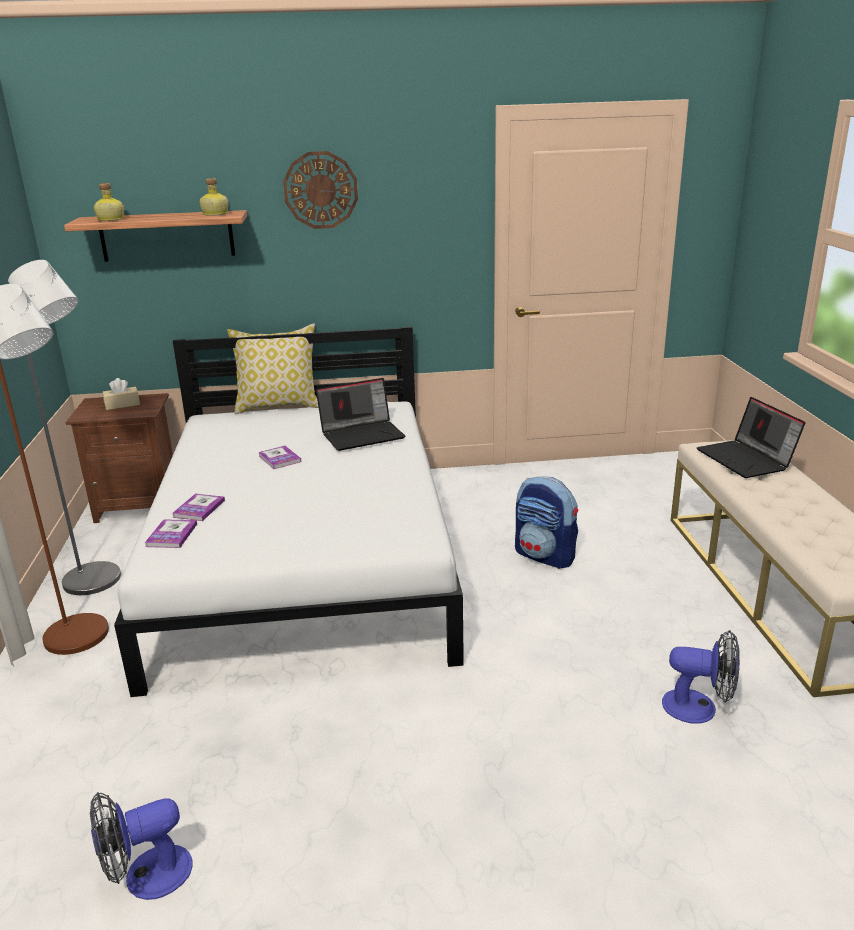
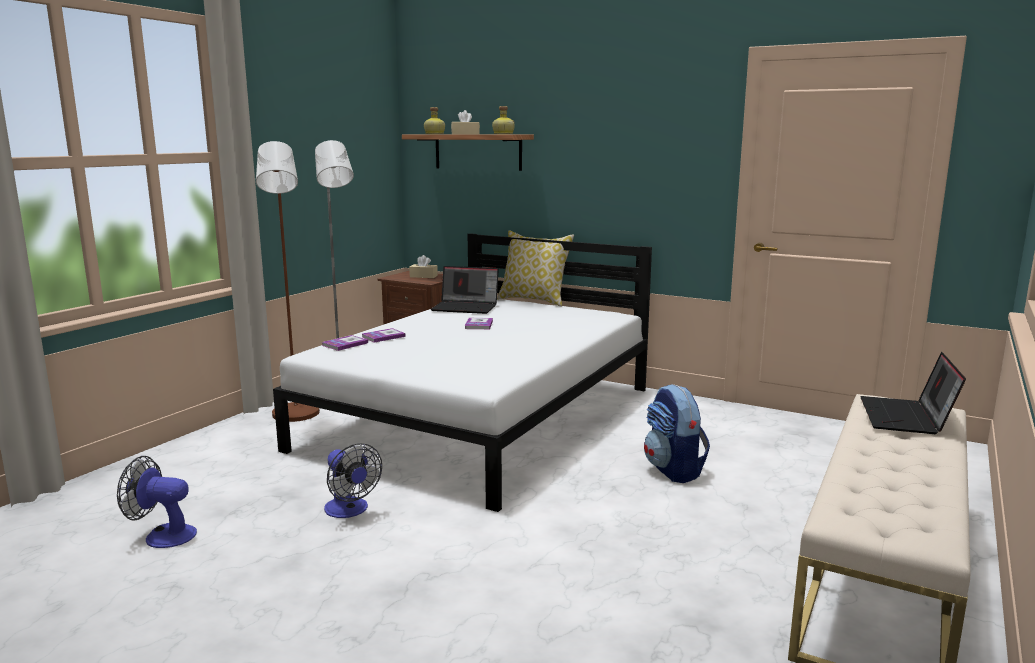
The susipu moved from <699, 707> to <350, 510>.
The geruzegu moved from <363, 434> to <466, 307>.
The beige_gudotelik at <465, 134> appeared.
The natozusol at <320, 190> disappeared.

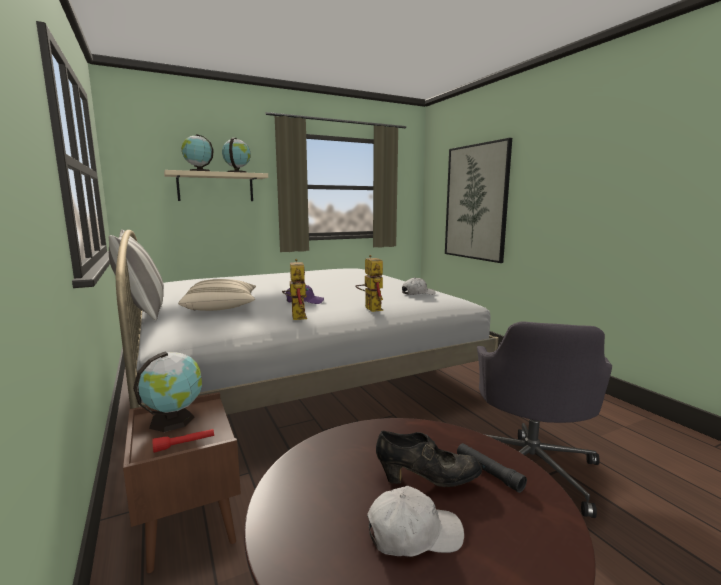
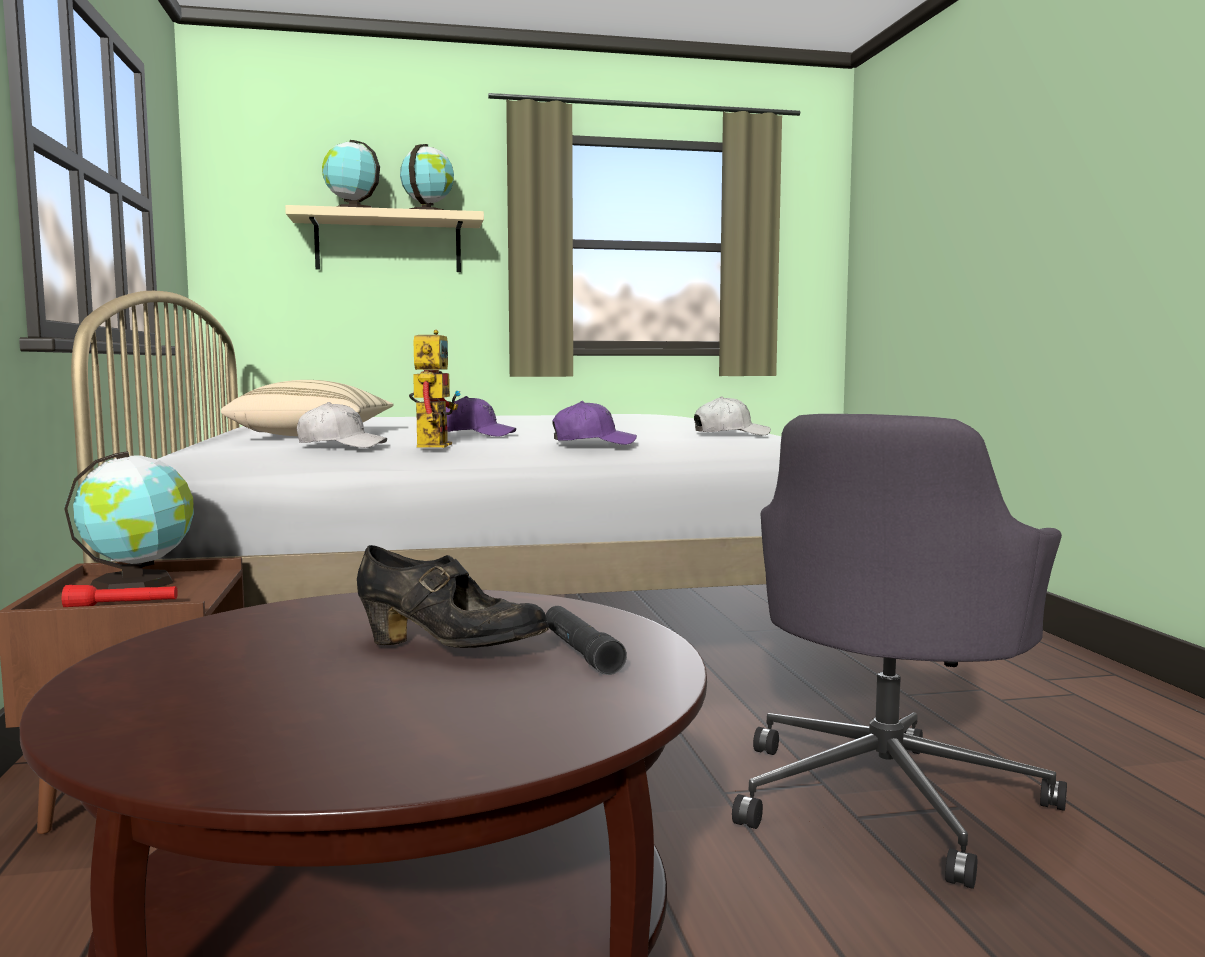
The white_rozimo moved from <413, 534> to <341, 445>.
The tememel at <370, 308> was replaced by the purple_rozimo at <593, 442>.
The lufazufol at <142, 312> disappeared.
The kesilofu at <476, 202> disappeared.

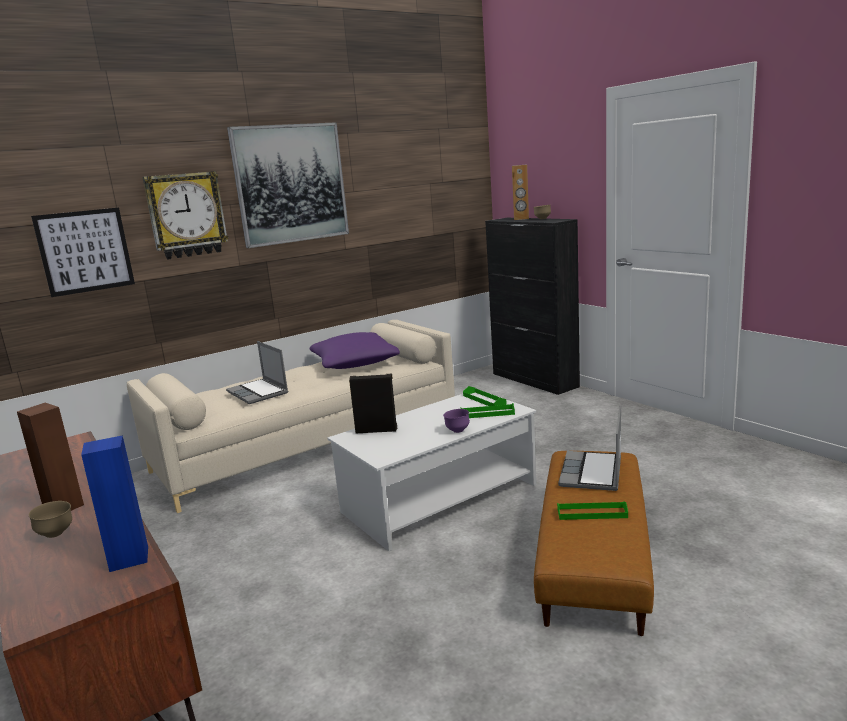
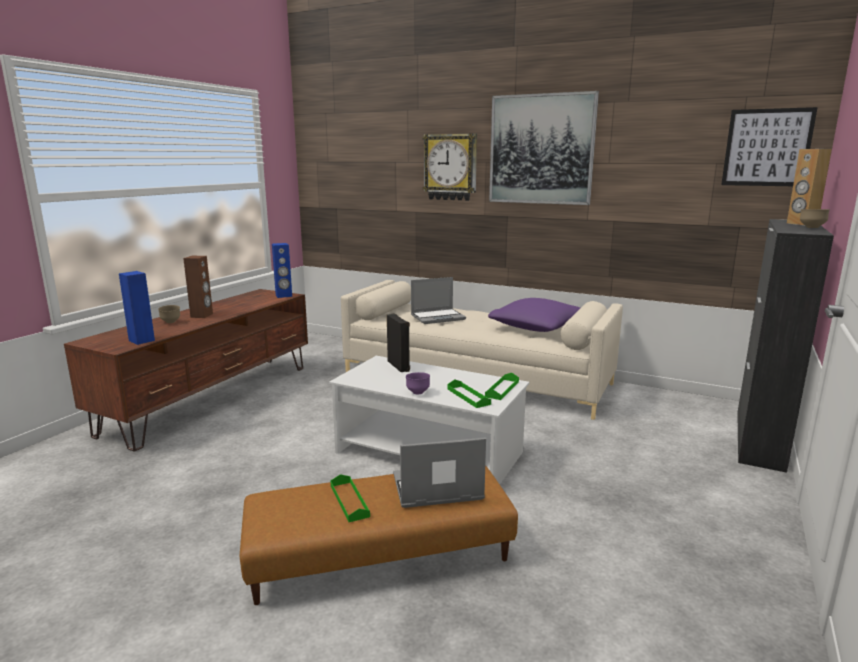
The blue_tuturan at <284, 295> appeared.
The geruzegu at <258, 392> turned 135 degrees counterclockwise.
The kesilofu moved from <85, 251> to <767, 147>.

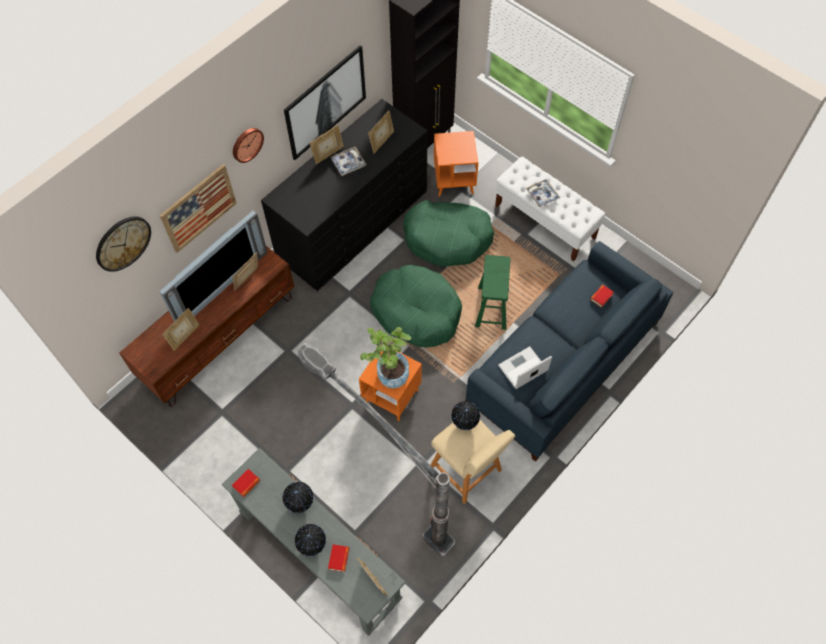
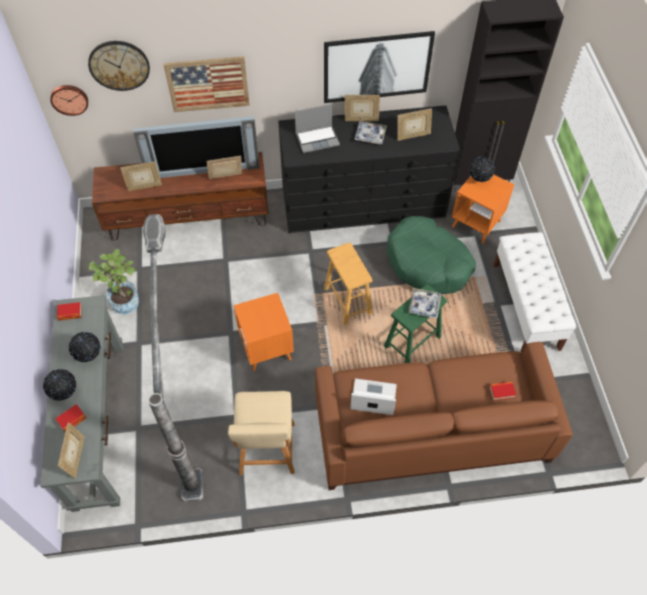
The natozusol moved from <246, 144> to <69, 99>.
The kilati moved from <389, 372> to <124, 299>.
The geruzegu at <317, 139> appeared.
The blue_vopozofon at <562, 362> became the brown_vopozofon at <430, 428>.
The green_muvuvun at <416, 312> was replaced by the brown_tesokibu at <348, 300>.
The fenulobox moved from <542, 195> to <424, 305>.
The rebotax moved from <464, 422> to <479, 180>.

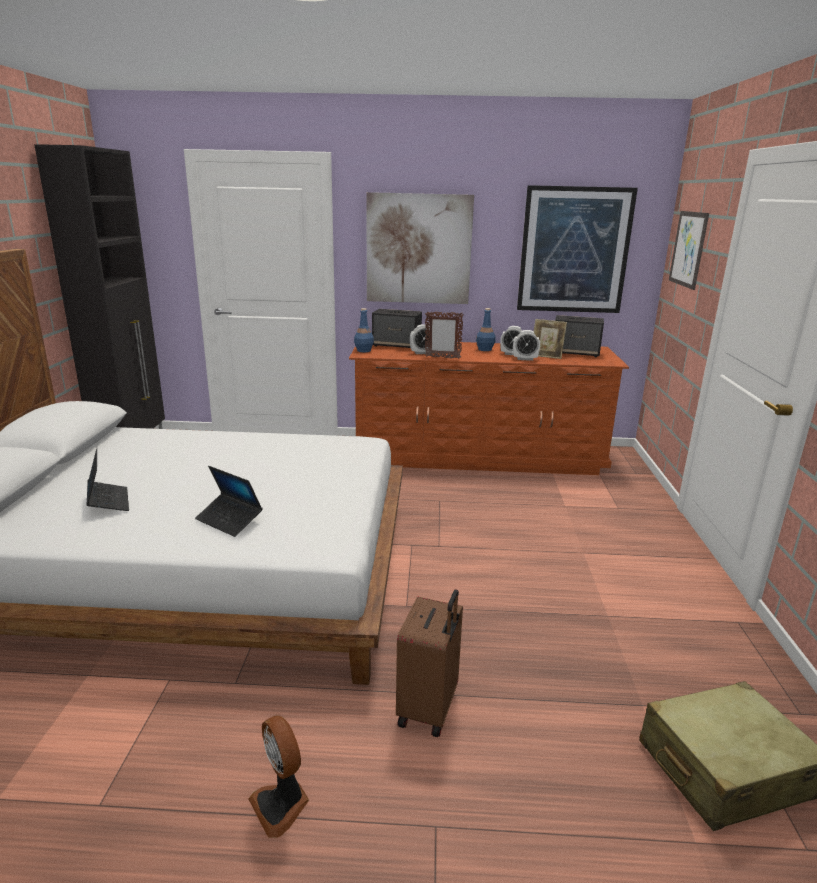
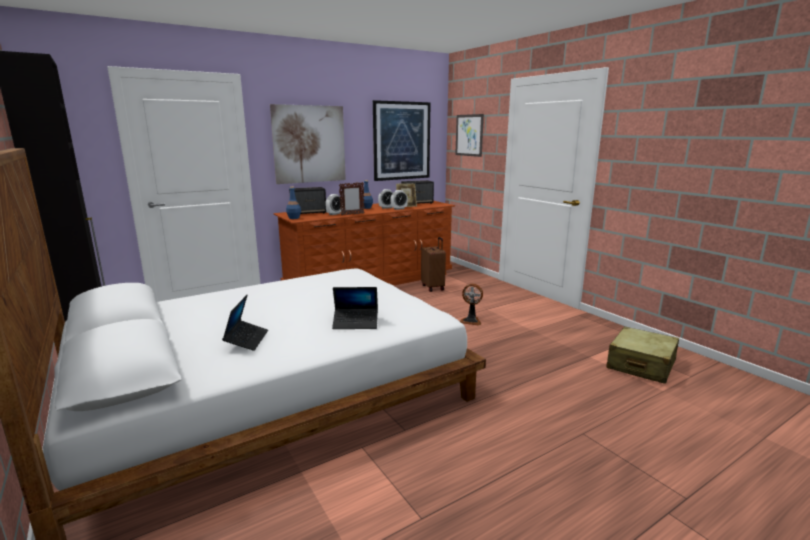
The geruzegu at <108, 502> turned 60 degrees clockwise.
The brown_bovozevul moved from <429, 709> to <433, 287>.
The susipu moved from <281, 805> to <471, 321>.

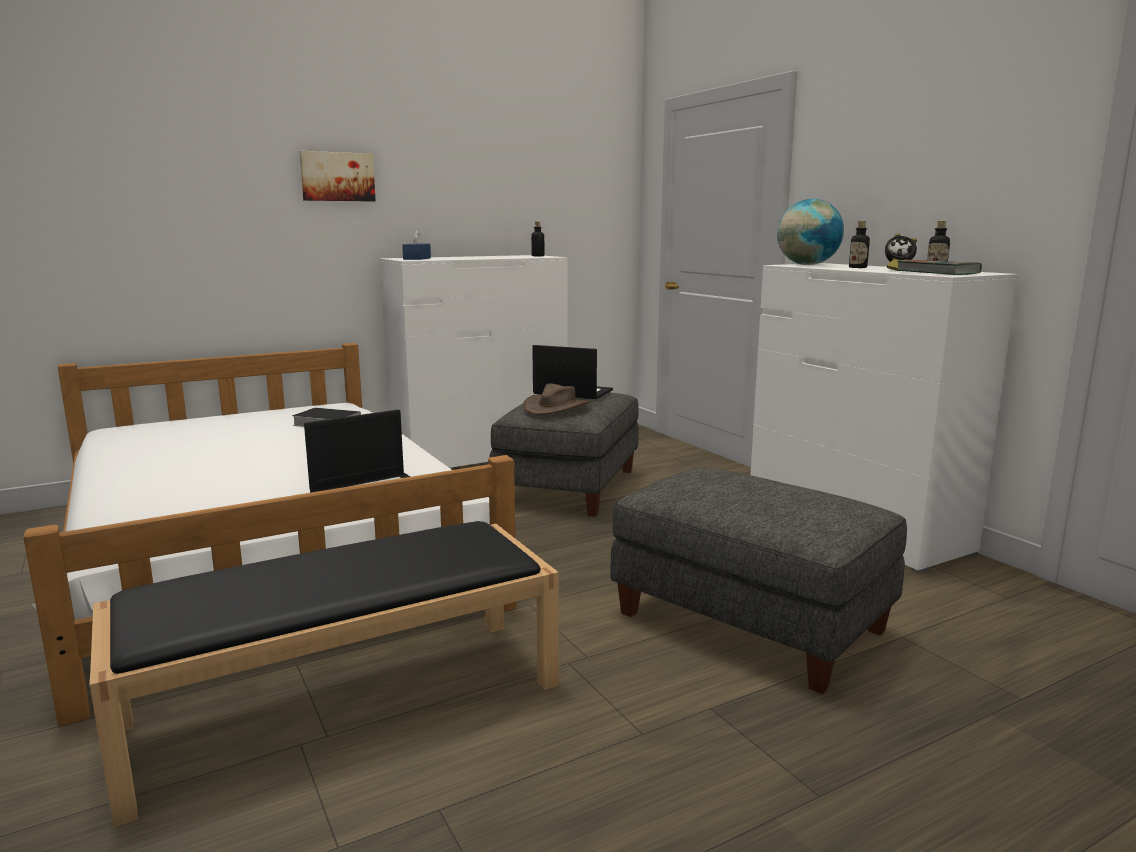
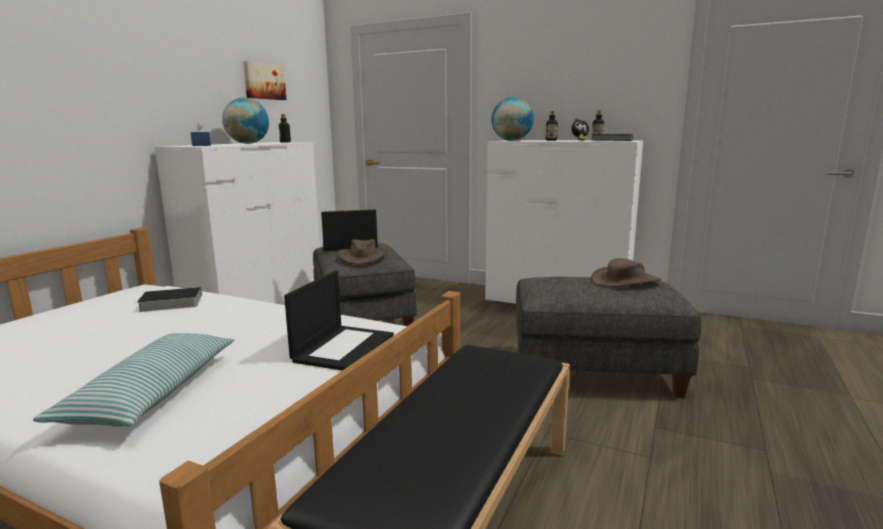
The lufazufol at <153, 393> appeared.
The rebotax at <248, 143> appeared.
The kesilofu moved from <337, 177> to <264, 81>.
The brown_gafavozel at <625, 281> appeared.

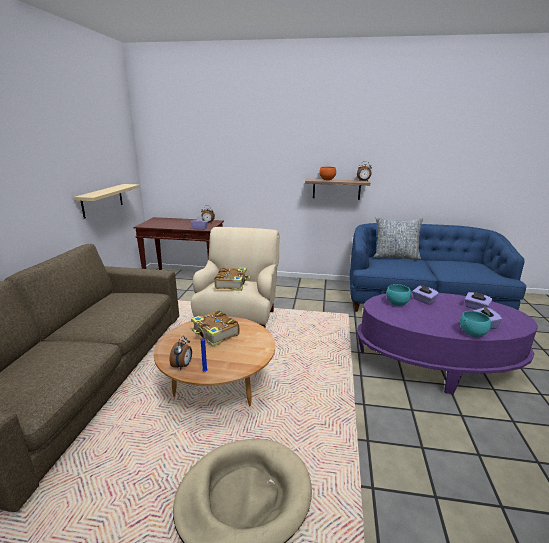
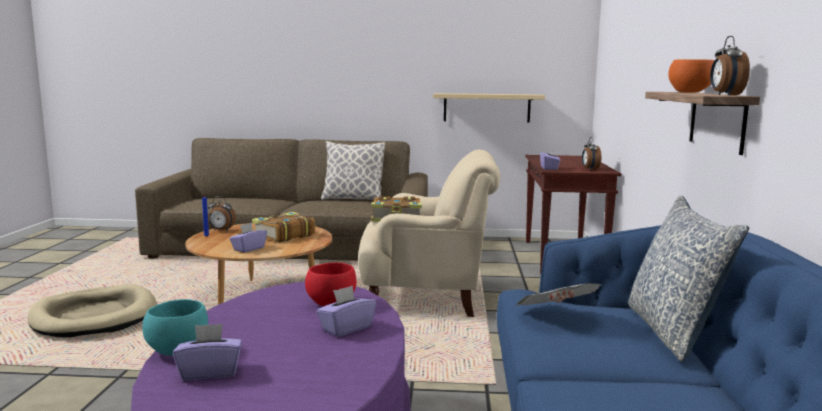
The purple_gudotelik moved from <476, 308> to <248, 248>.
The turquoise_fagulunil at <397, 304> became the red_fagulunil at <330, 303>.
The lufazufol at <353, 199> appeared.
The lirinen at <555, 316> appeared.

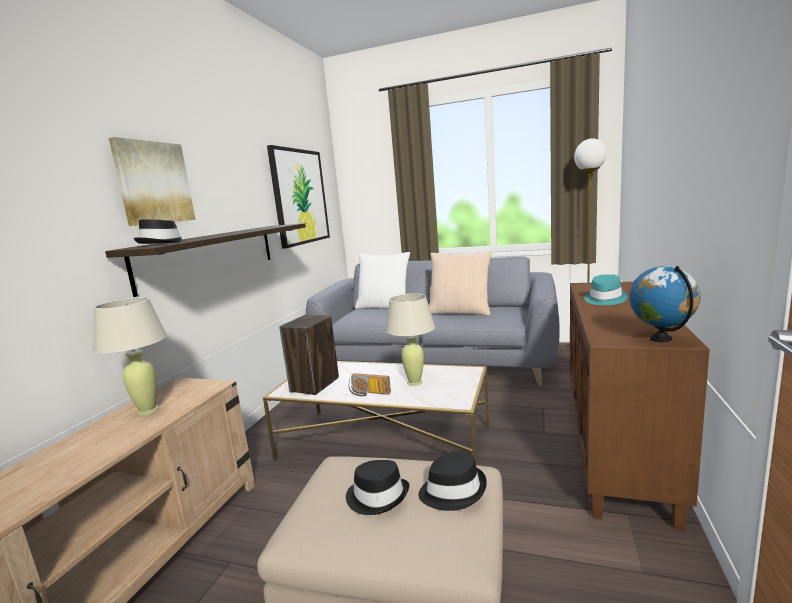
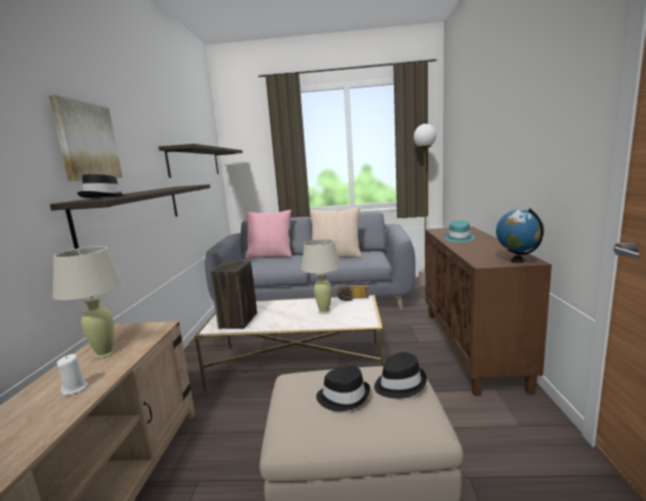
The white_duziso at <75, 389> appeared.
The kesilofu at <300, 197> was replaced by the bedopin at <195, 162>.
The white_lufazufol at <384, 307> became the pink_lufazufol at <270, 256>.
The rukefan moved from <368, 393> to <352, 299>.

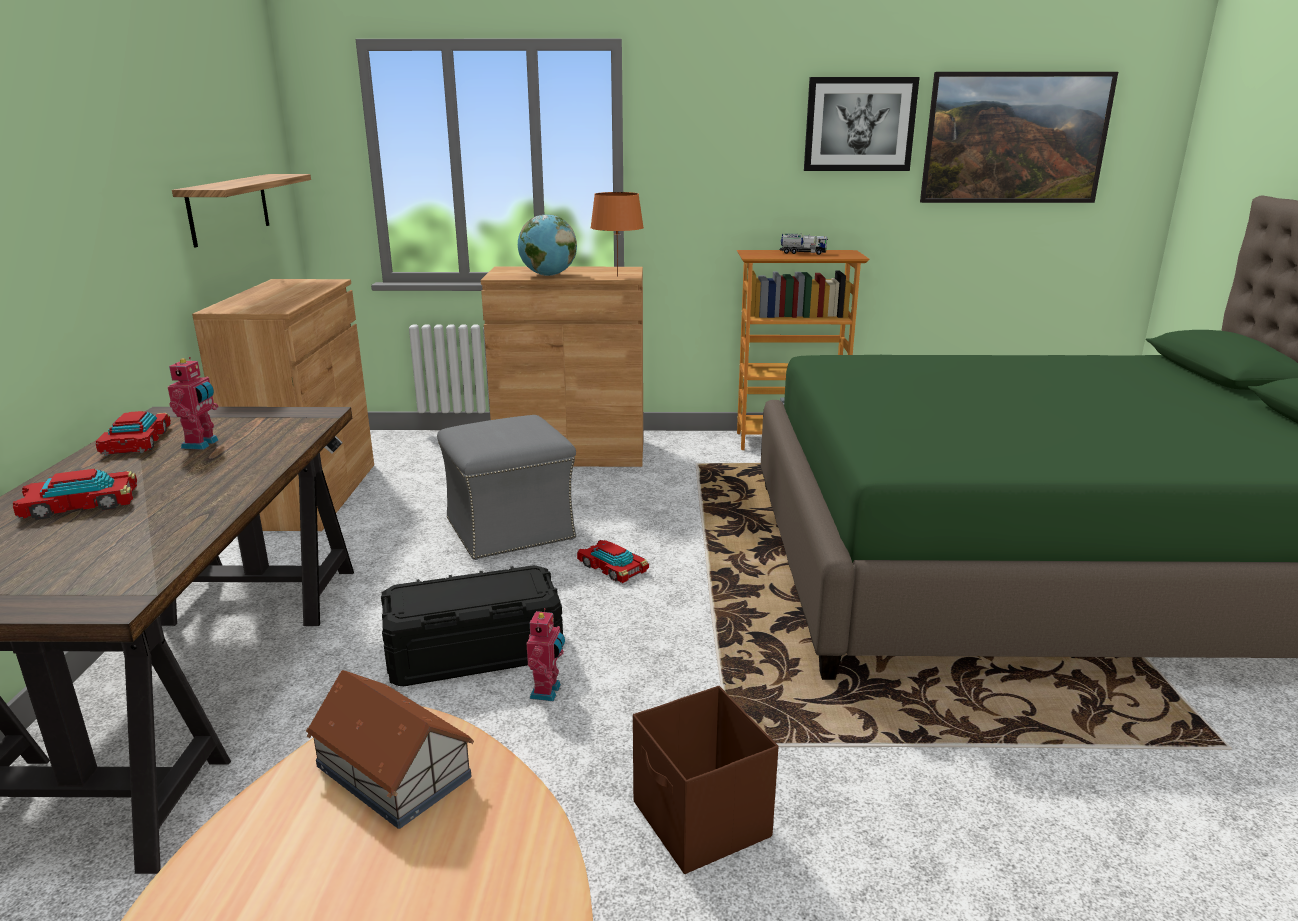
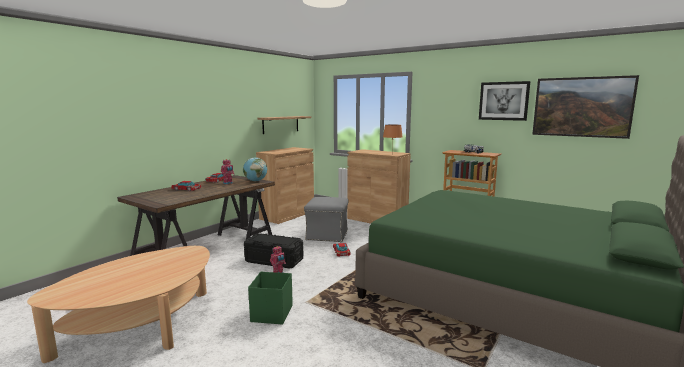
The rebotax moved from <548, 275> to <255, 181>.
The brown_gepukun at <701, 821> became the green_gepukun at <271, 314>.
The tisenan at <393, 770> disappeared.

